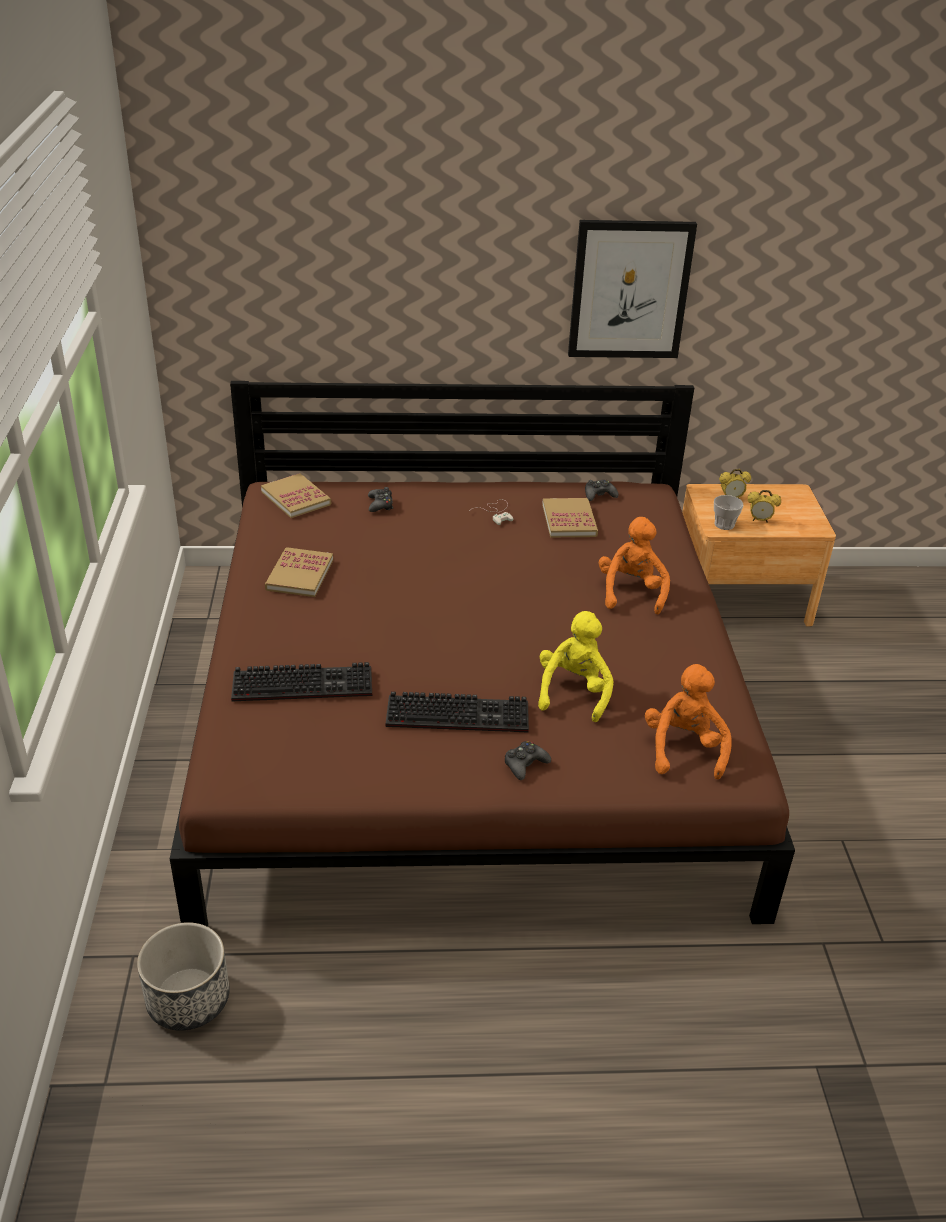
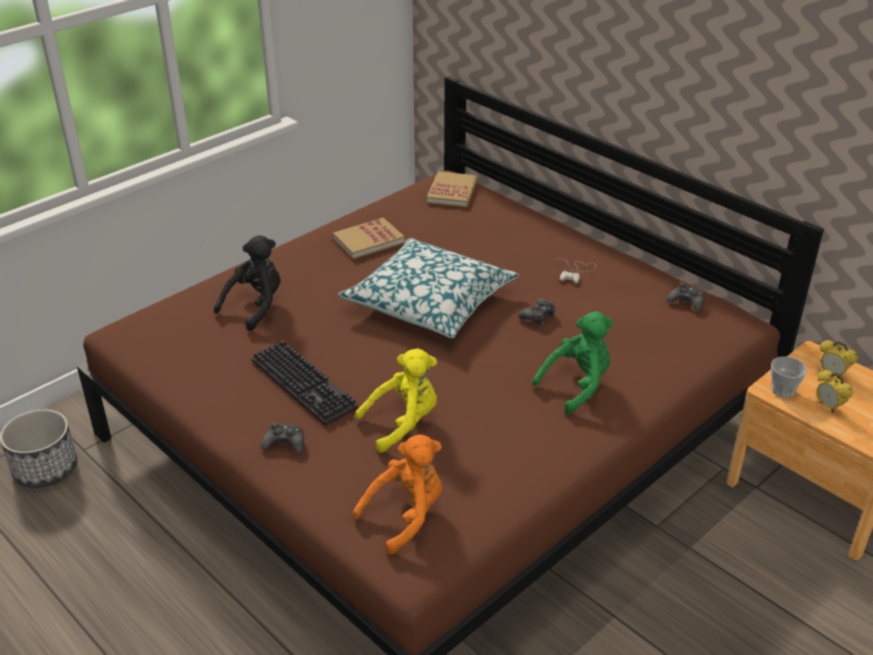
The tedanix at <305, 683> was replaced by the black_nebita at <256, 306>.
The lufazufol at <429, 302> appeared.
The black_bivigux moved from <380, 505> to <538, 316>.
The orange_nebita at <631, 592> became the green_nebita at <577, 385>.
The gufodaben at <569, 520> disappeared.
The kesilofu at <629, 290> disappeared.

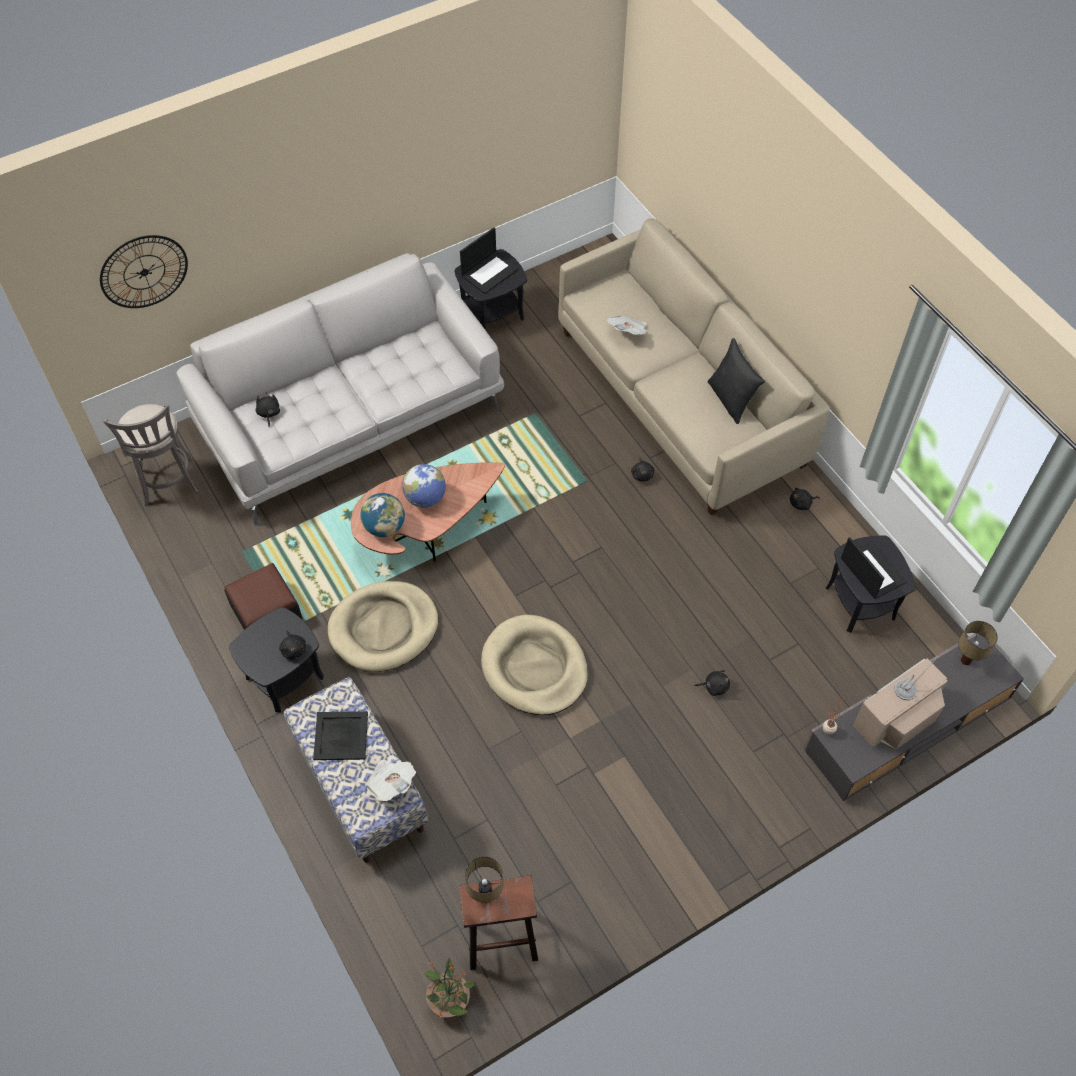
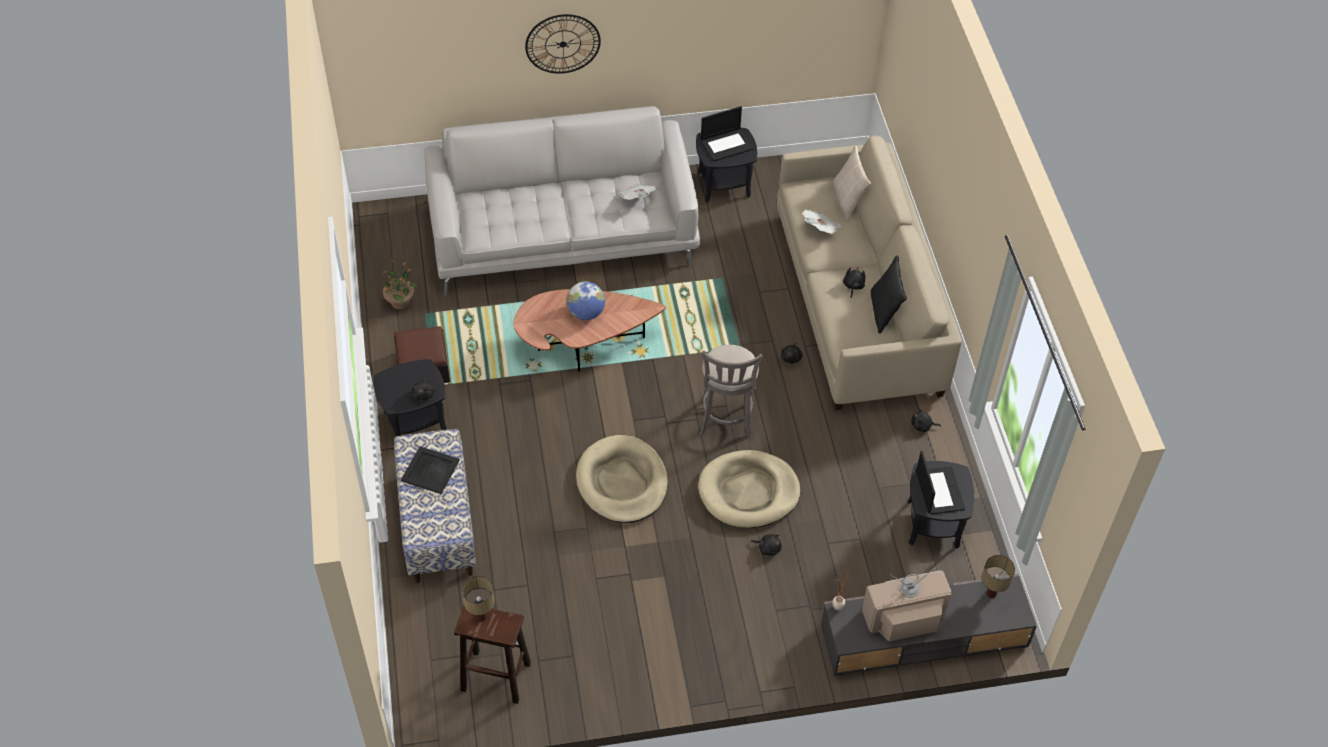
The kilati moved from <449, 999> to <400, 302>.
The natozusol moved from <144, 272> to <563, 44>.
The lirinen moved from <391, 783> to <637, 198>.
The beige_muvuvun moved from <384, 628> to <748, 492>.
The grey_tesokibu moved from <168, 484> to <726, 421>.
The beige_lufazufol at <848, 201> appeared.
The black_nebita moved from <268, 413> to <853, 286>.
The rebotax at <384, 527> disappeared.

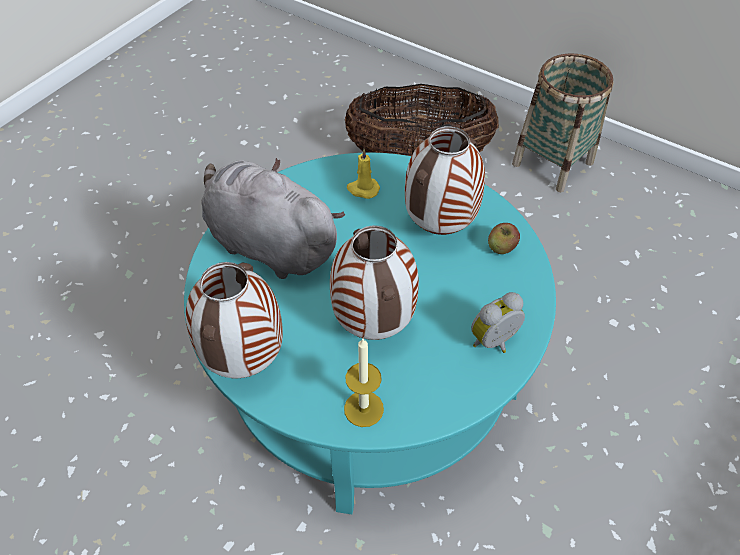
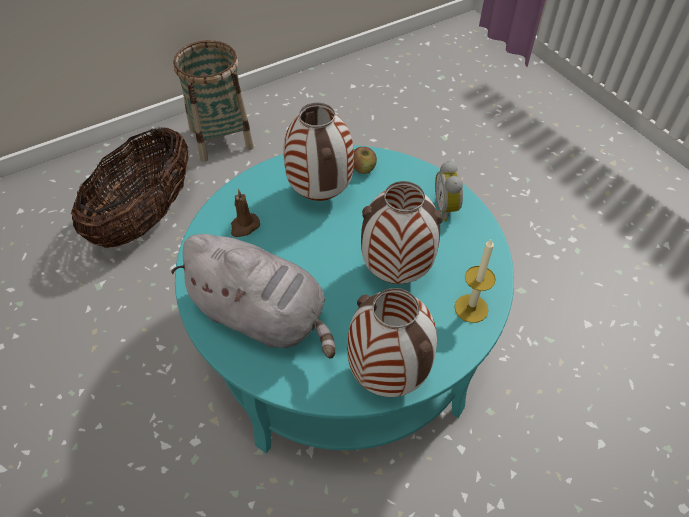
The grey_nebita at <268, 244> turned 120 degrees counterclockwise.
The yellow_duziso at <362, 189> became the brown_duziso at <244, 226>.

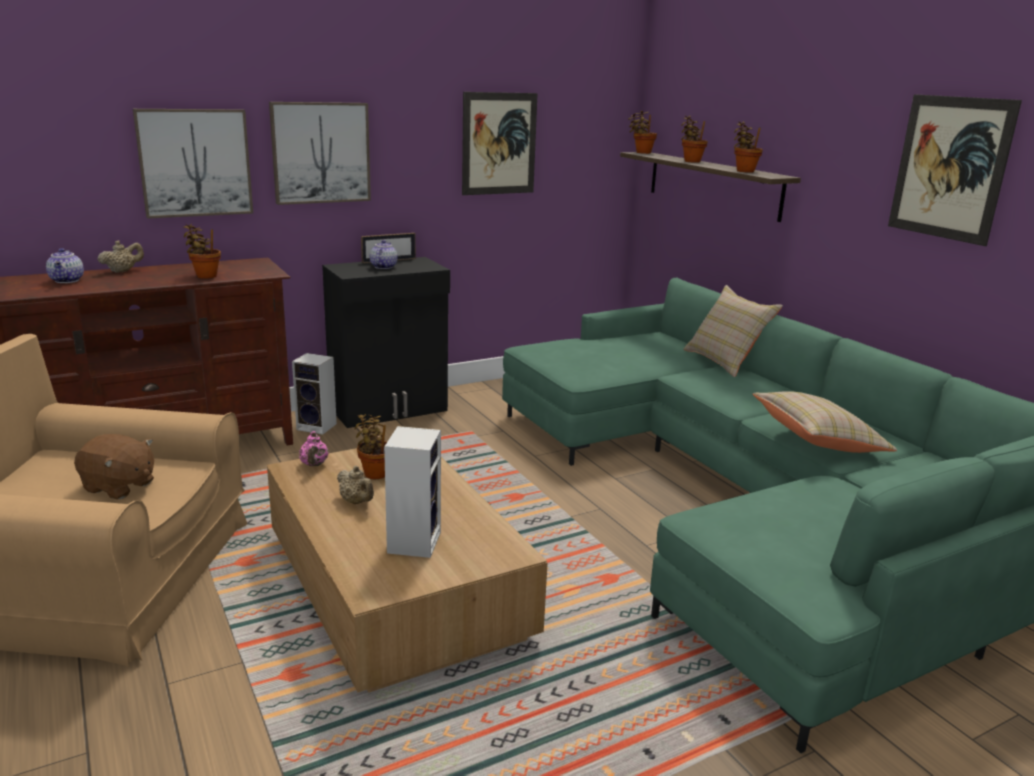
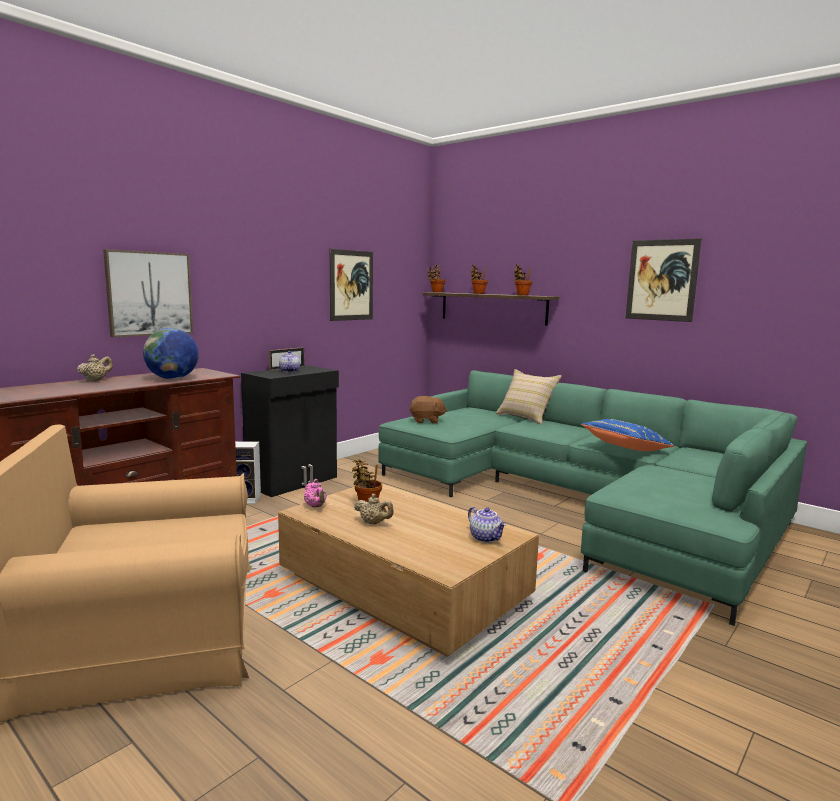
The kilati at <205, 276> was replaced by the rebotax at <172, 378>.
The brown_nebita moved from <119, 487> to <426, 421>.
The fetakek moved from <67, 280> to <486, 538>.
The beige_lufazufol at <817, 442> became the blue_lufazufol at <625, 449>.
The kesilofu at <321, 153> disappeared.
The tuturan at <413, 541> disappeared.

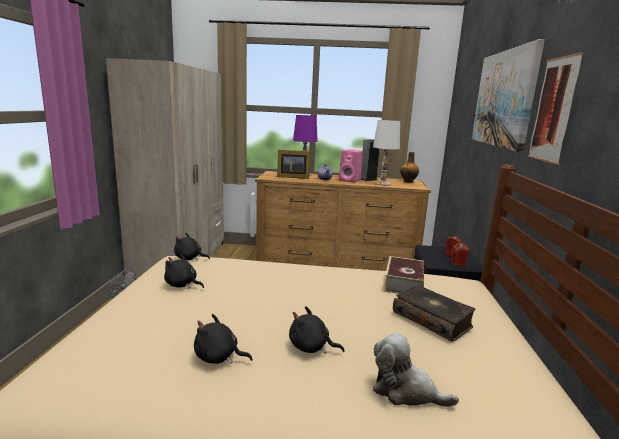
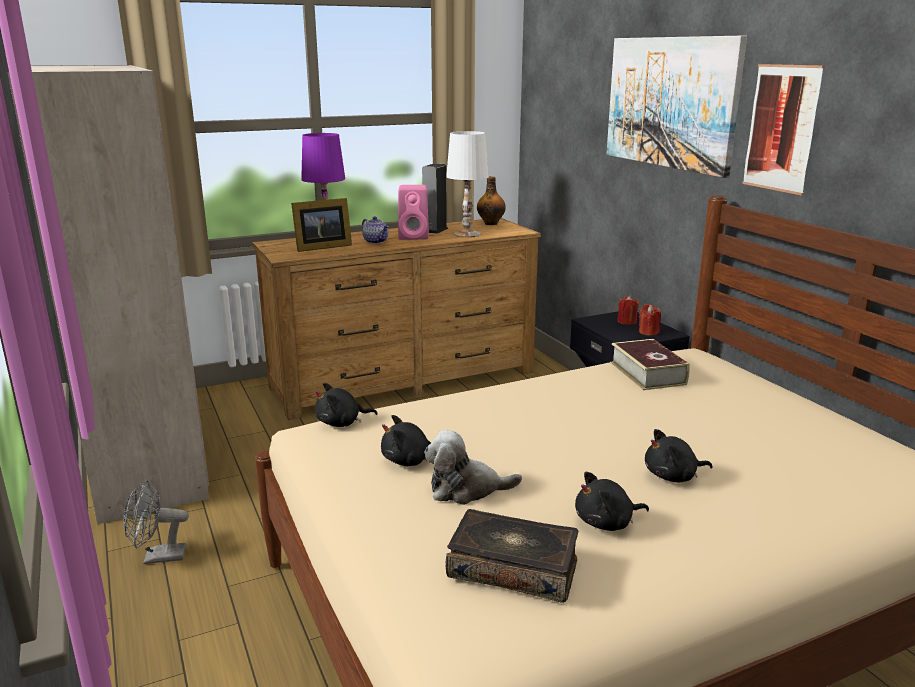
The nebita moved from <405, 391> to <466, 489>.
The gufodaben moved from <432, 320> to <513, 568>.

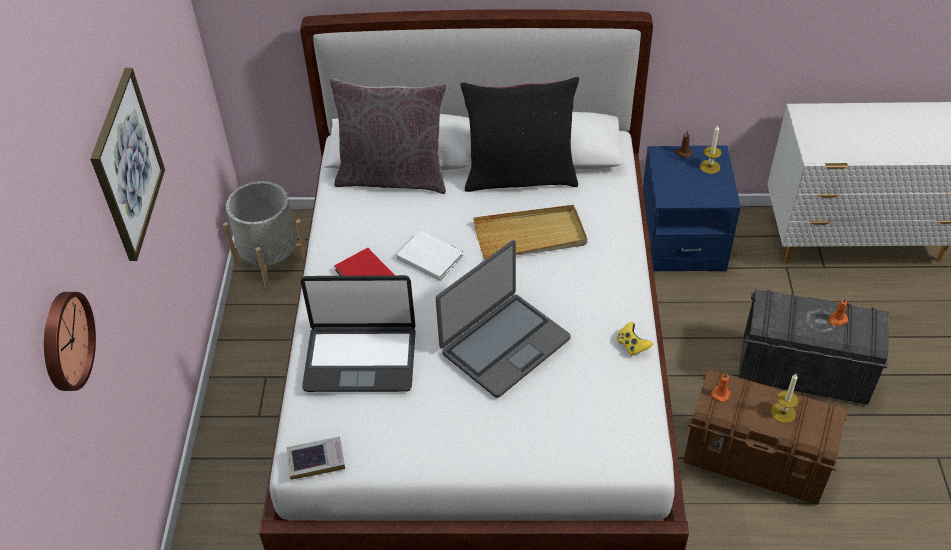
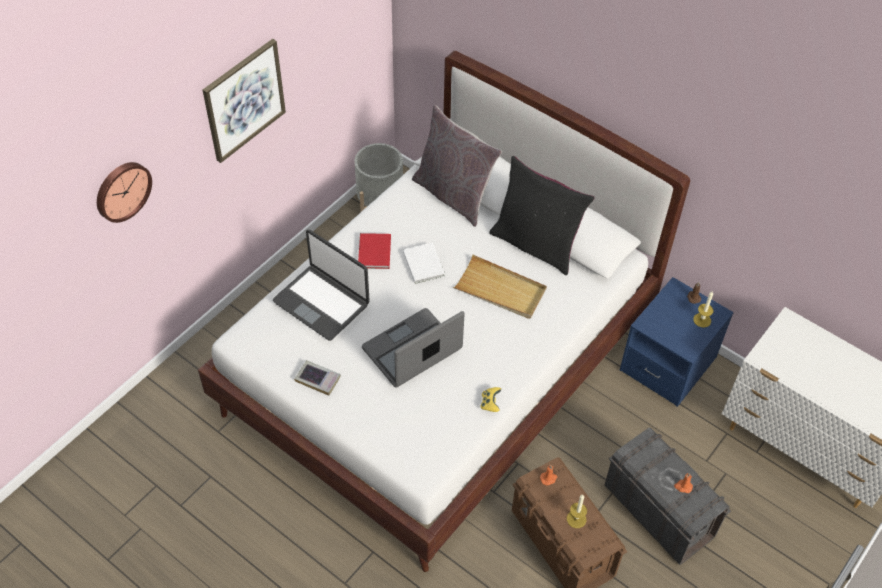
The gufodaben moved from <316, 460> to <318, 379>.
The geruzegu at <504, 345> turned 150 degrees clockwise.

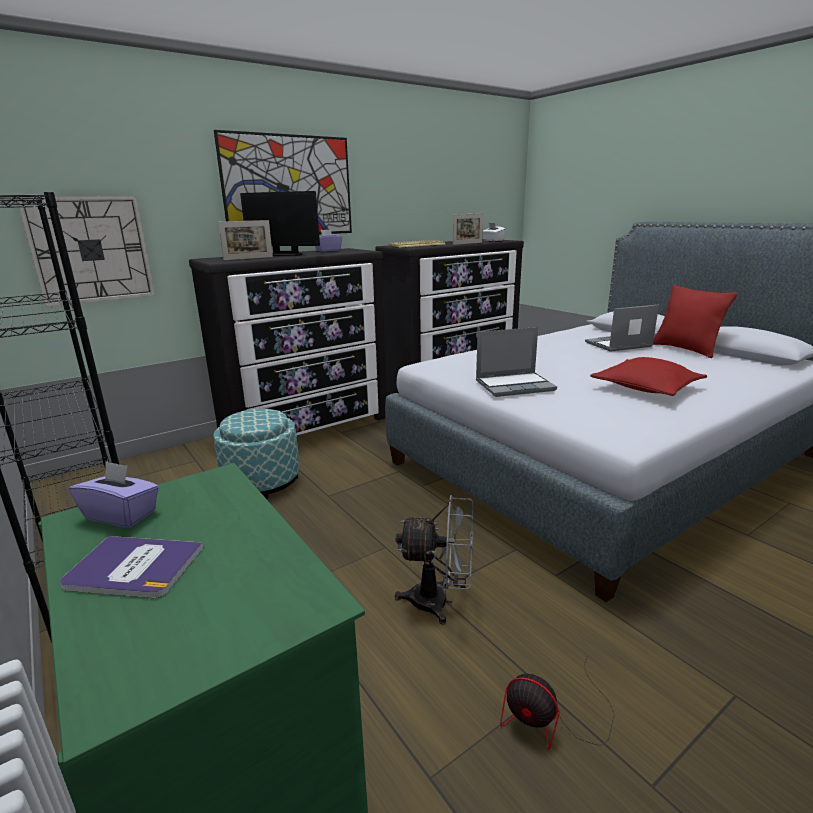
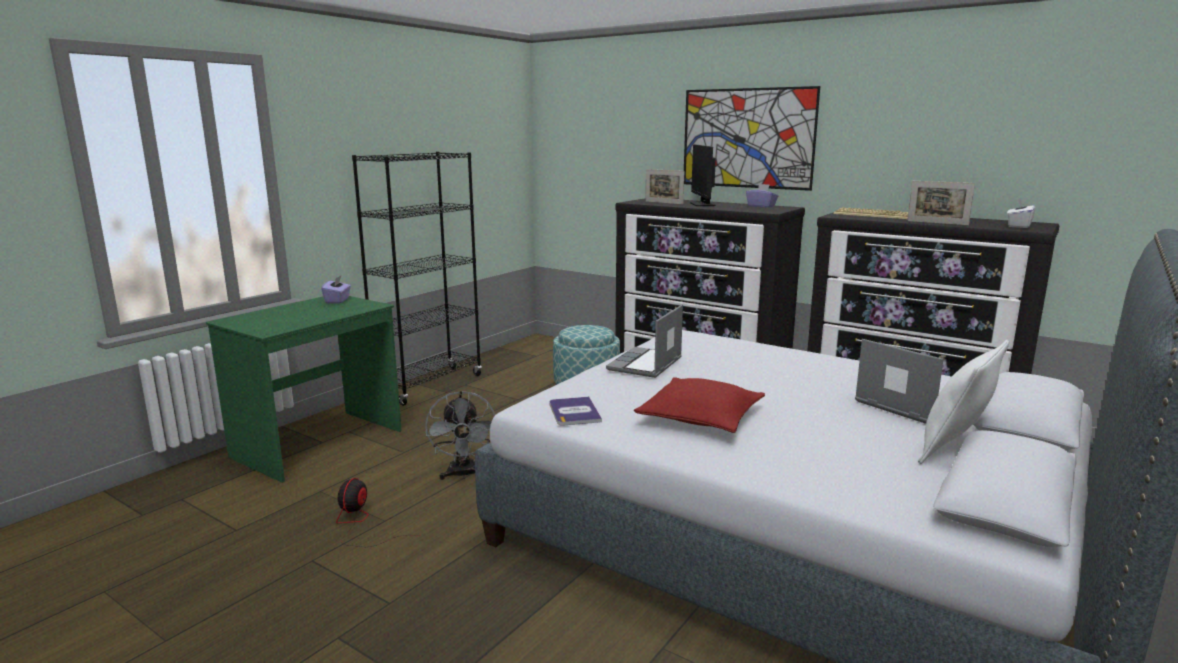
The gufodaben moved from <134, 567> to <574, 412>.
The geruzegu at <515, 385> turned 60 degrees clockwise.
The red_lufazufol at <685, 349> became the white_lufazufol at <954, 449>.
The natozusol at <91, 250> disappeared.

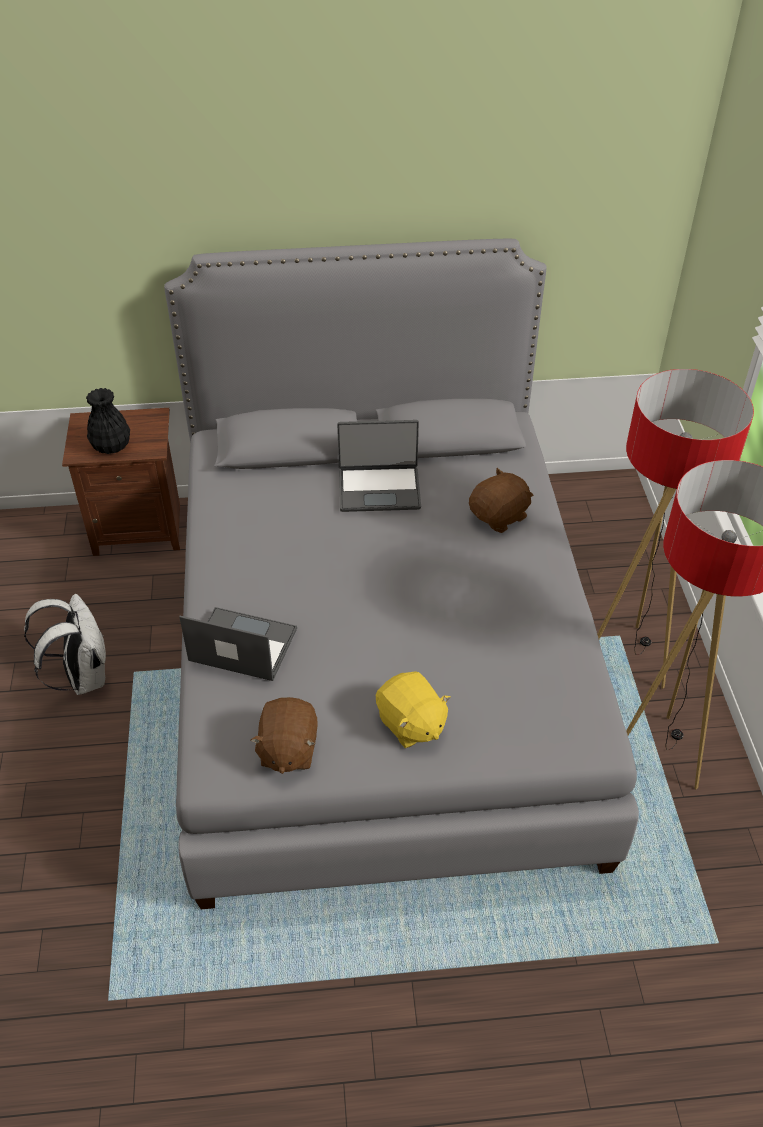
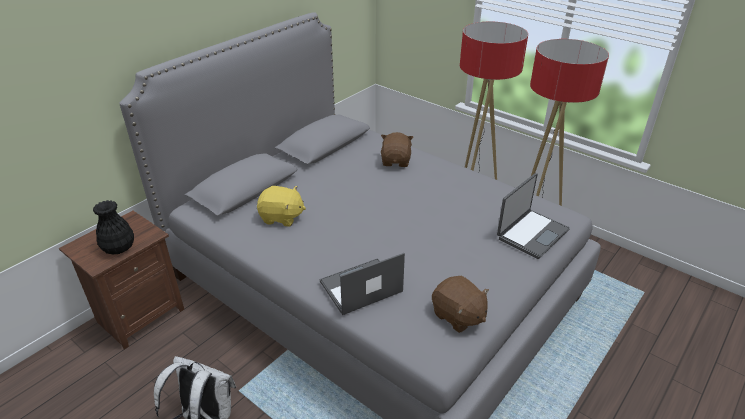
The yellow_nebita moved from <410, 724> to <281, 217>.
The geruzegu moved from <379, 489> to <531, 234>.

